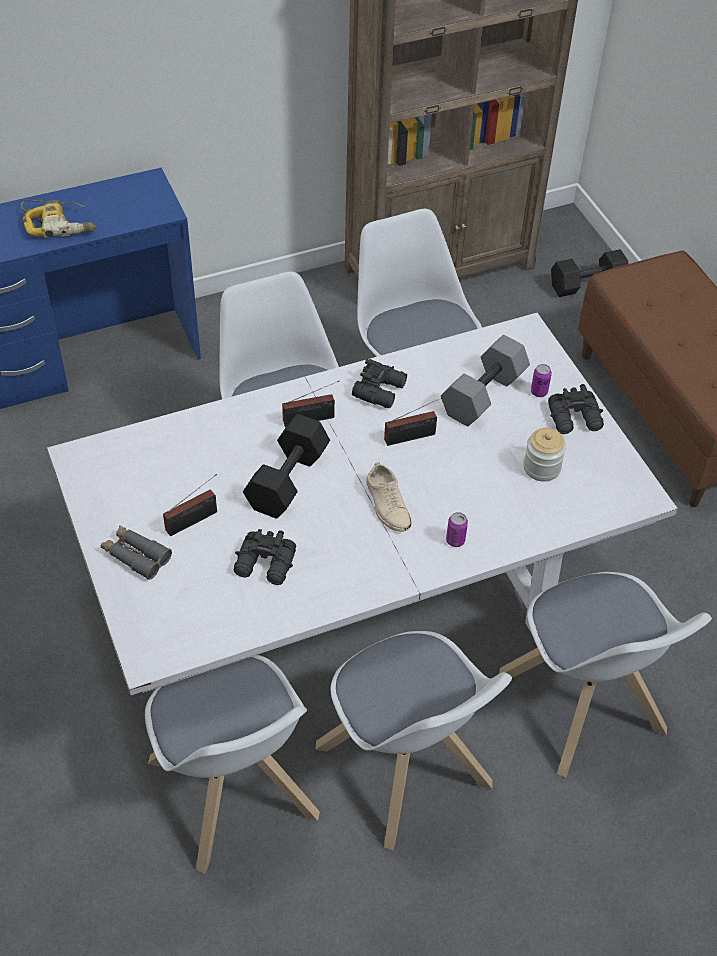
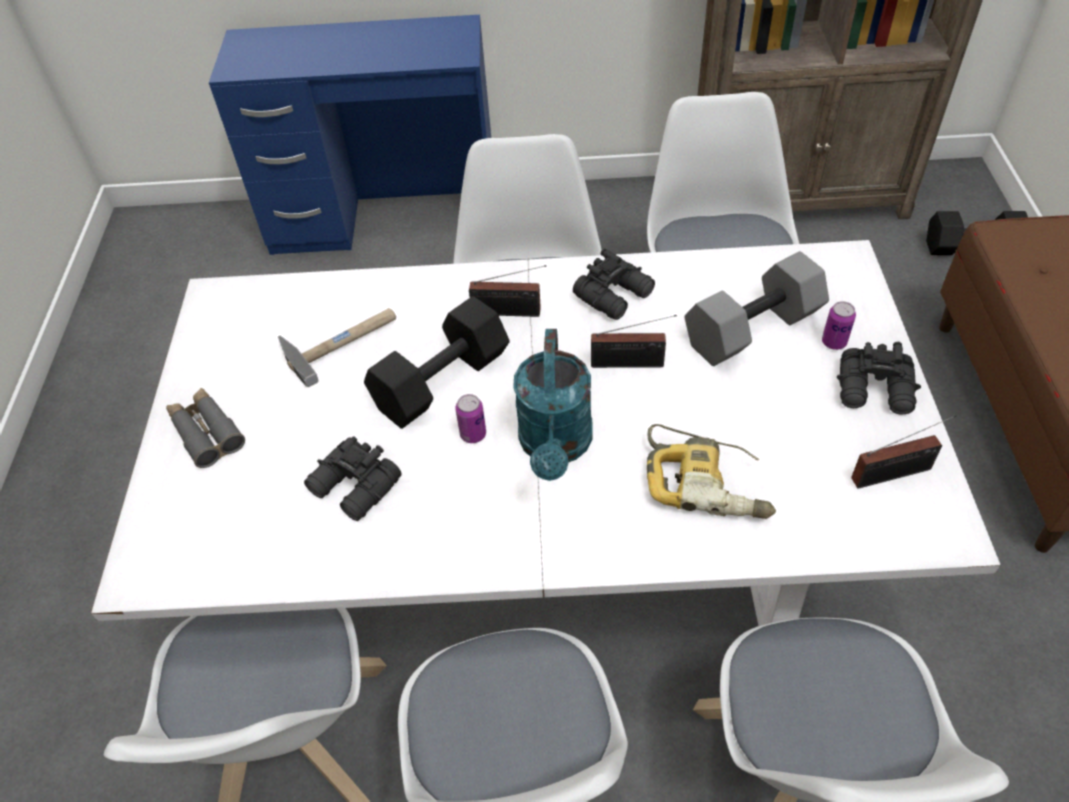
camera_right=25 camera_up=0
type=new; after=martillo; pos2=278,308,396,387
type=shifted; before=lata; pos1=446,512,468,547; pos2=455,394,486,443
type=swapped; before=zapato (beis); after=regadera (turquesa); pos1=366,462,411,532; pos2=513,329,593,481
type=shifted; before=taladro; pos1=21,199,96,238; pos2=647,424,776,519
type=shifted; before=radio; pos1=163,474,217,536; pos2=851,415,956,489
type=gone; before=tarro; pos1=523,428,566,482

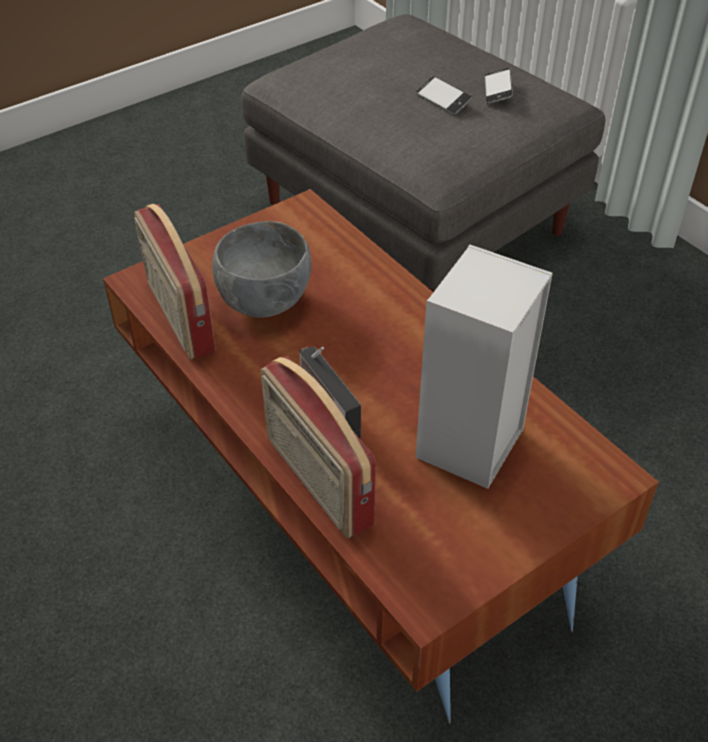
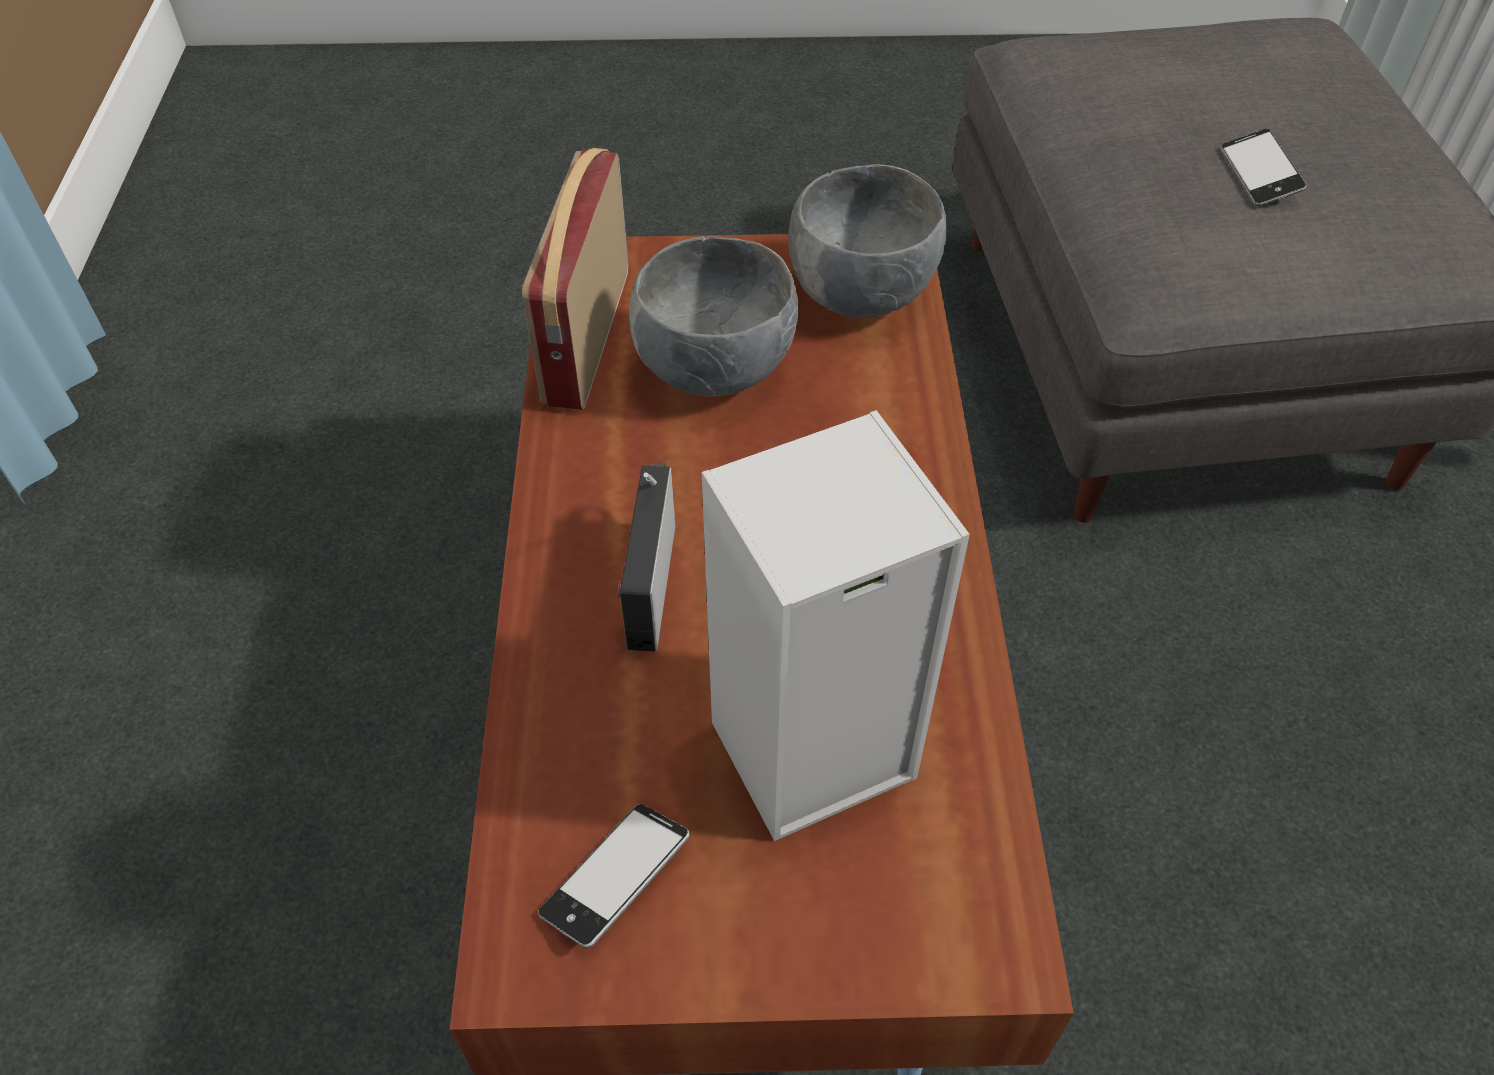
camera_right=35 camera_up=5
type=shifted; before=móvil; pos1=484,68,513,104; pos2=538,804,690,949
type=new; after=cuenco (gris); pos2=788,164,947,318
type=gone; before=radio; pos1=261,356,376,538

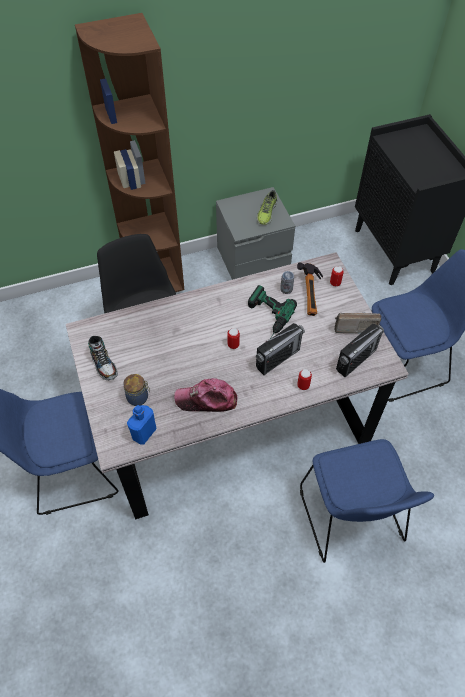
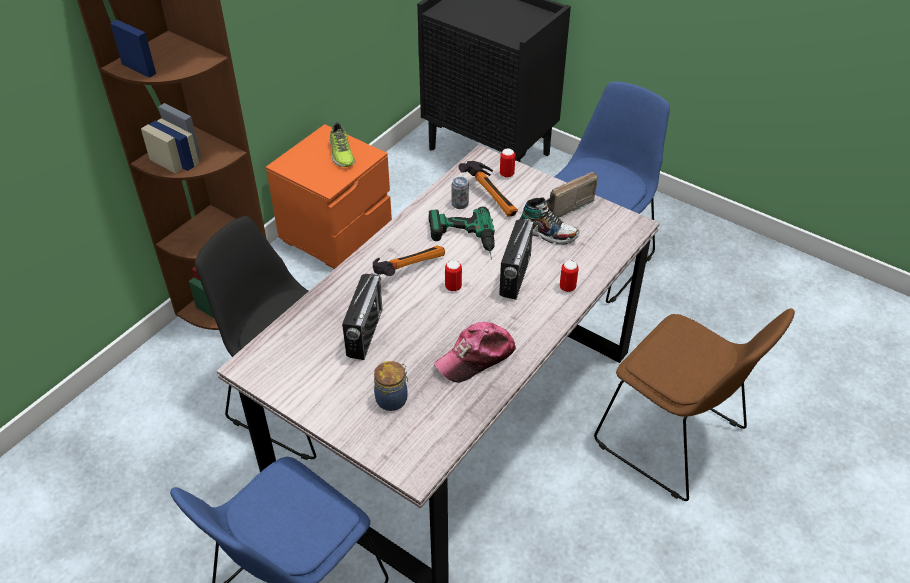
camera_right=-35 camera_up=-10
type=repainted; before=mesita de noche (gris); after=mesita de noche (naranja); pos1=216,187,295,280; pos2=266,124,392,269
type=shifted; before=radio; pos1=336,324,384,377; pos2=342,273,382,360
type=new; after=martillo; pos2=373,246,445,276
type=shifted; before=zapato; pos1=88,336,118,380; pos2=520,197,579,244
type=repainted; before=silla (azul); after=silla (marrón); pos1=300,439,434,563; pos2=594,308,795,501
type=gone; before=botella (azul); pos1=127,405,157,445

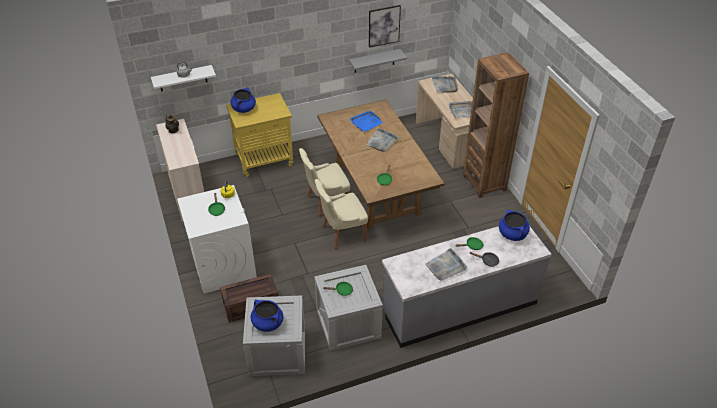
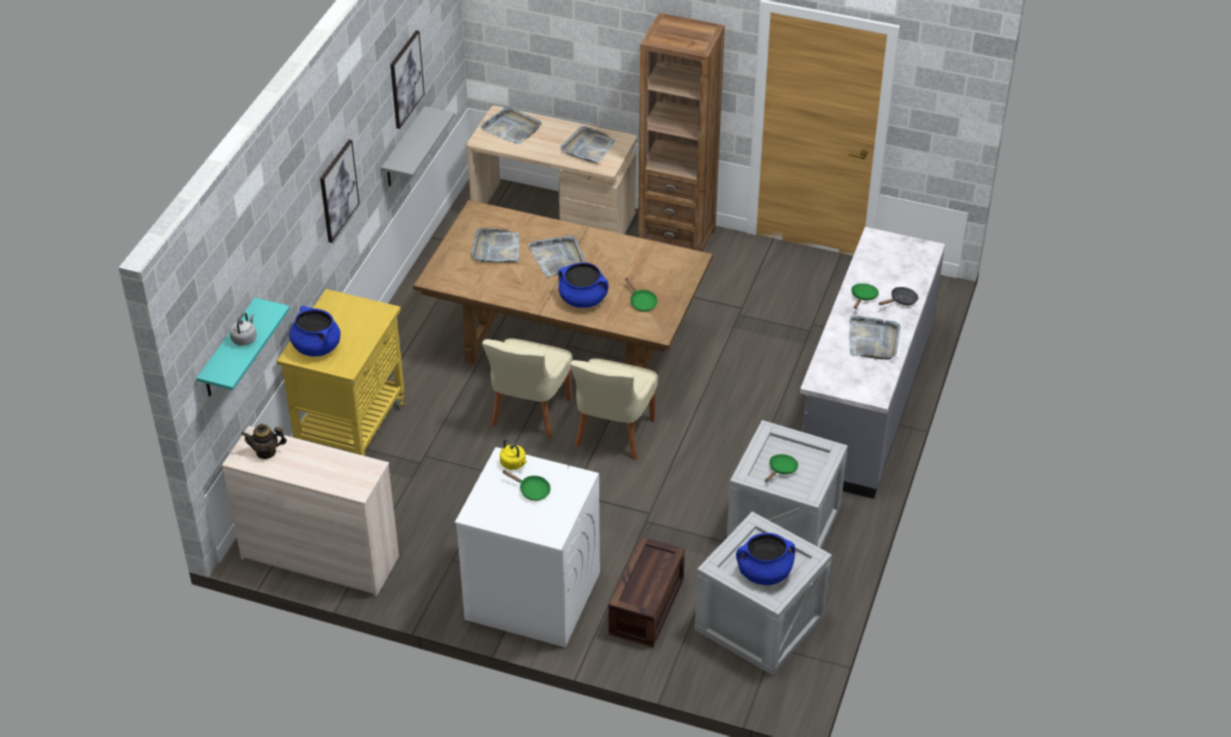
camera_right=-50 camera_up=0
type=repainted; before=estante (blanco); after=estante (turquesa); pos1=151,65,216,92; pos2=196,298,290,397
type=new; after=cuadro; pos2=320,140,360,243
type=repainted; before=bandeja (azul); after=bandeja (gris); pos1=350,111,383,132; pos2=471,228,519,263
type=shifted; before=olla (azul); pos1=499,210,530,241; pos2=558,262,609,308

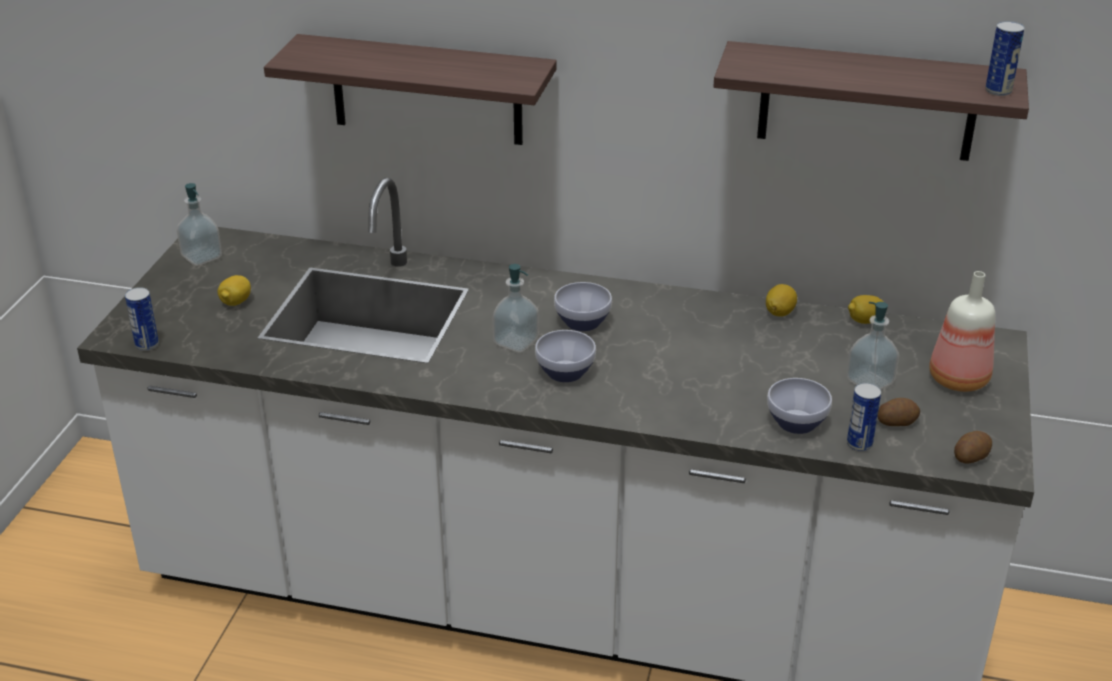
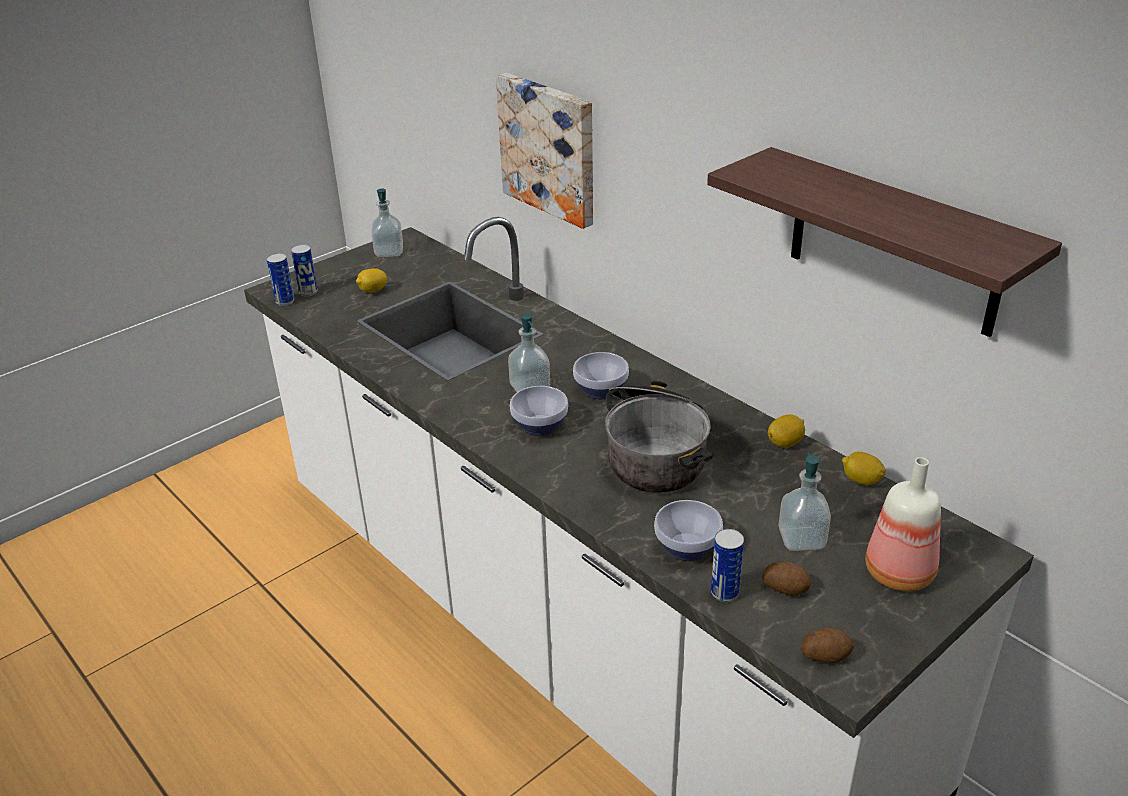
camera_right=35 camera_up=0
type=shifted; before=lata; pos1=985,21,1025,96; pos2=291,244,318,296
type=swapped; before=estante; after=cuadro; pos1=264,34,557,145; pos2=496,73,593,229
type=new; after=olla; pos2=605,380,714,493

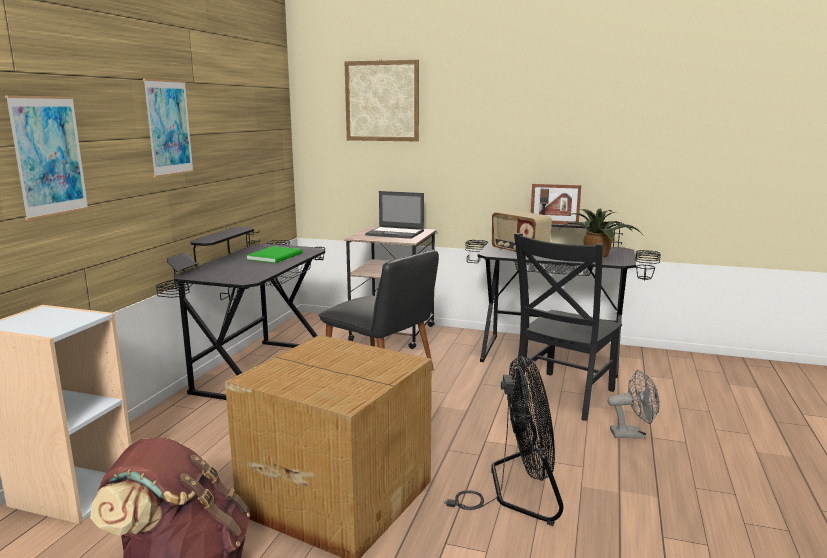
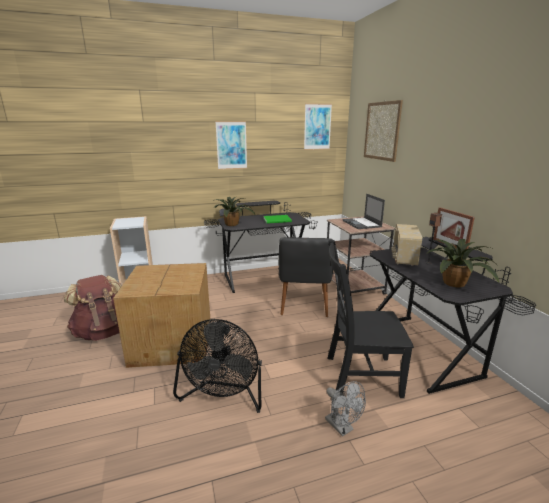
camera_right=55 camera_up=5
type=rotated; before=ventilador (negro); pos1=444,356,563,526; pos2=173,319,262,413; turn=45
type=new; after=planta en maceta; pos2=213,197,256,226
type=shifted; before=cuadro; pos1=5,95,89,220; pos2=304,103,332,150

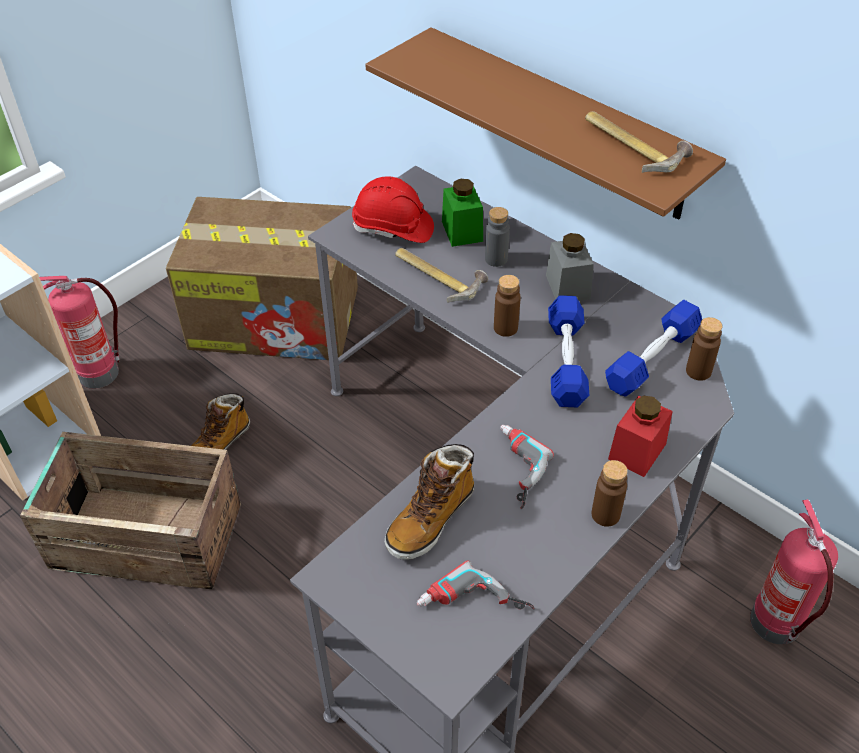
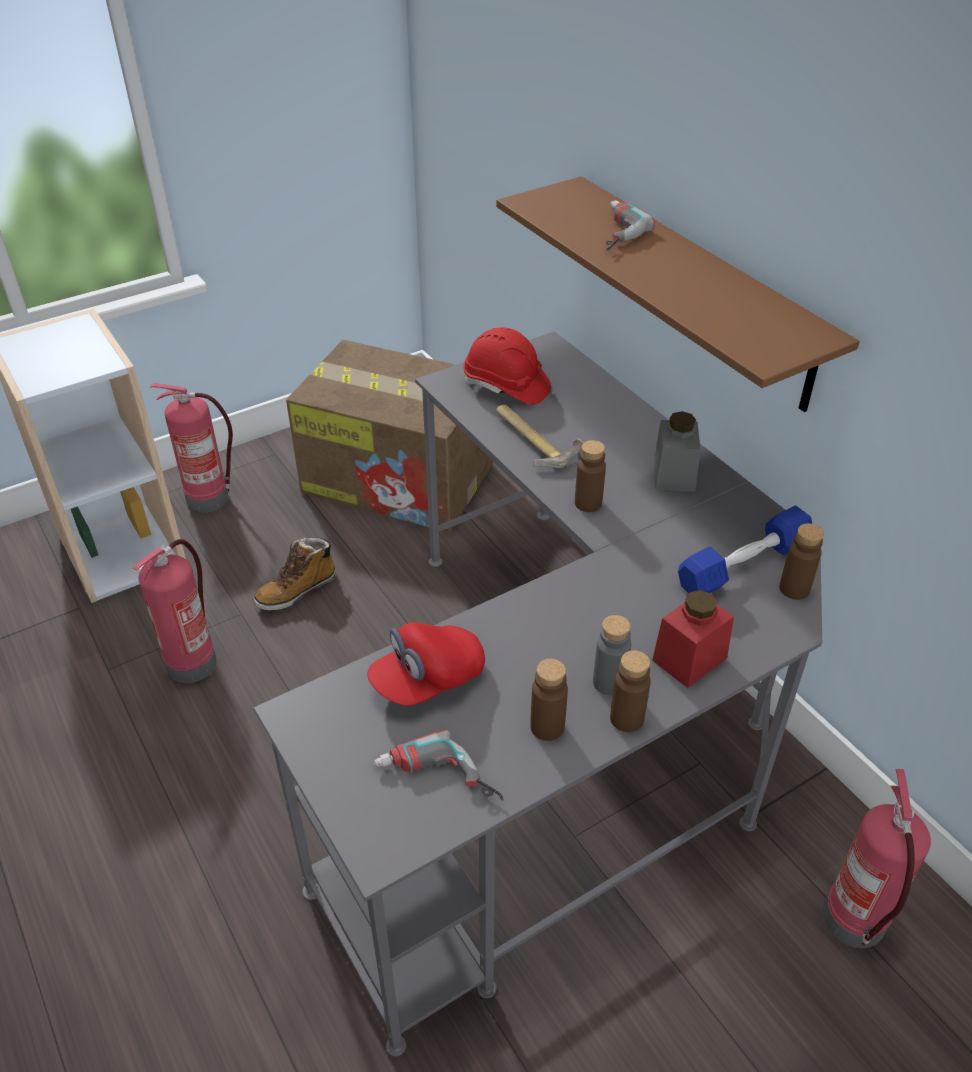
camera_right=15 camera_up=-5
type=swapped; before=caja de embalaje; after=extintor; pos1=20,432,241,590; pos2=132,539,217,683
type=swapped; before=bota; after=gorra (rojo); pos1=385,444,474,560; pos2=367,623,485,706
type=new; after=botella (marrón); pos2=530,659,568,741
type=shifted; before=botella (gris); pos1=485,207,510,267; pos2=593,615,631,695
type=shifted; before=taladro; pos1=500,425,554,509; pos2=606,200,655,251
type=gone; before=tarro (verde); pos1=442,179,483,247
type=gone; before=mancuerna (azul); pos1=548,295,590,407
type=gone; before=martillo; pos1=585,111,693,173

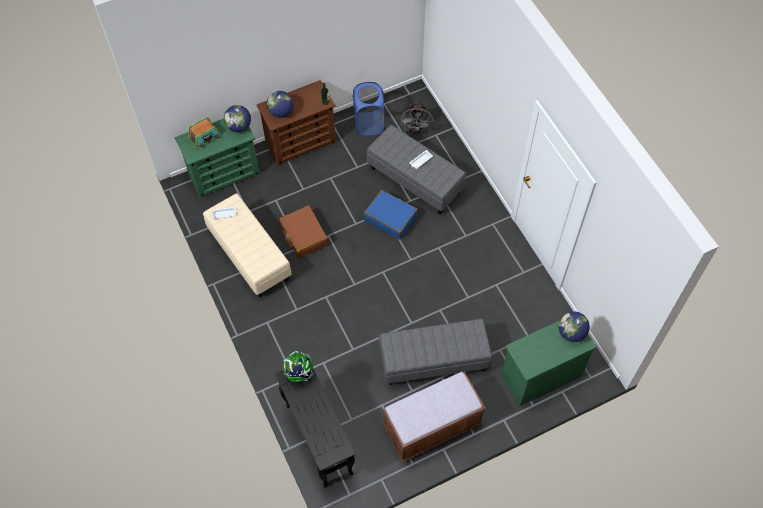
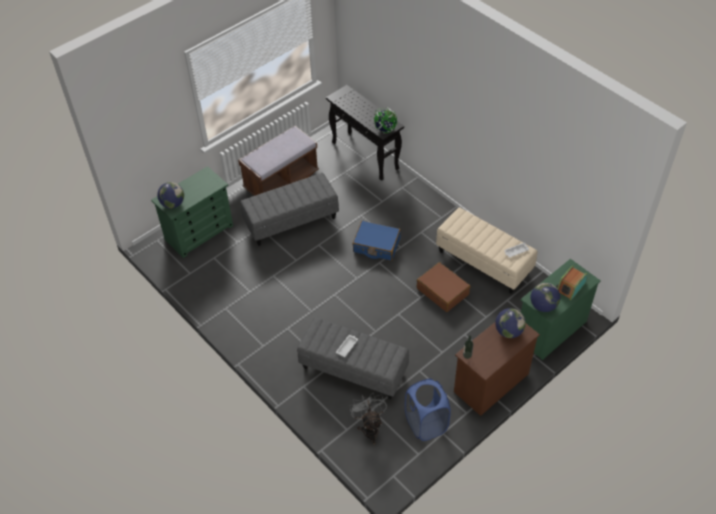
camera_right=165 camera_up=-10
type=shifted; before=maleta (azul); pos1=364,190,418,240; pos2=352,221,401,261

